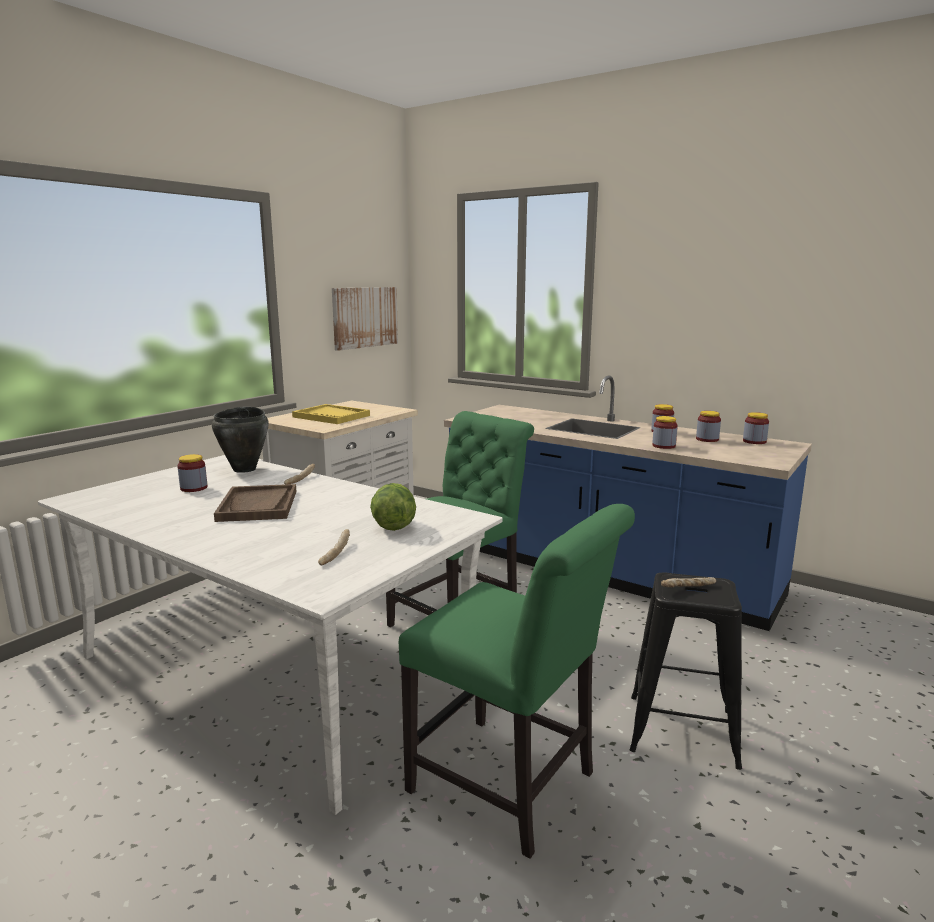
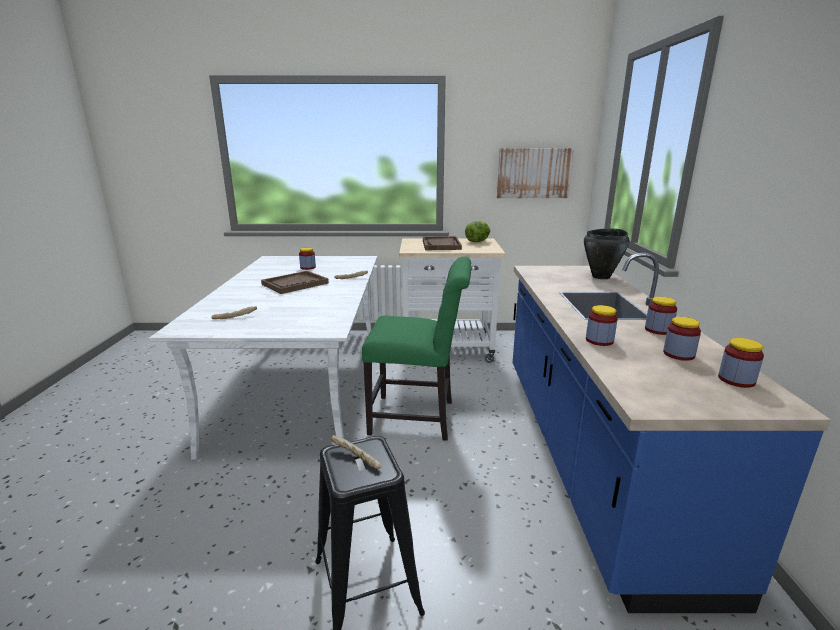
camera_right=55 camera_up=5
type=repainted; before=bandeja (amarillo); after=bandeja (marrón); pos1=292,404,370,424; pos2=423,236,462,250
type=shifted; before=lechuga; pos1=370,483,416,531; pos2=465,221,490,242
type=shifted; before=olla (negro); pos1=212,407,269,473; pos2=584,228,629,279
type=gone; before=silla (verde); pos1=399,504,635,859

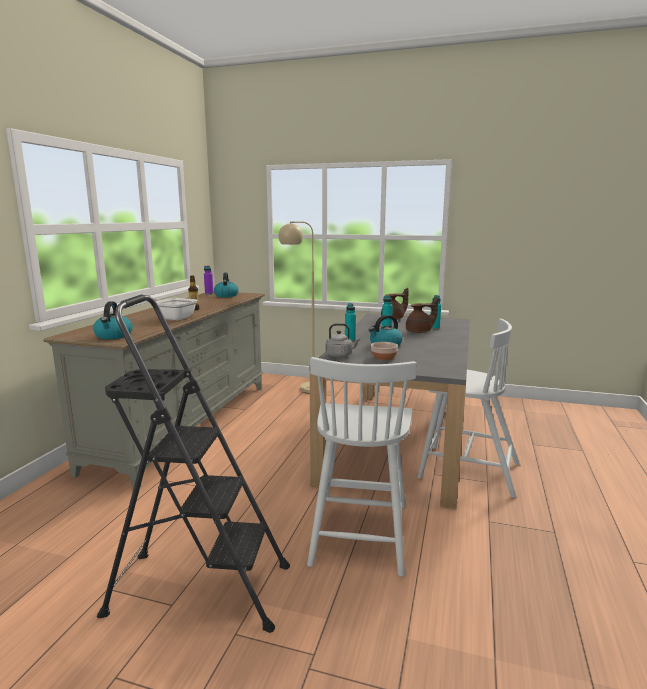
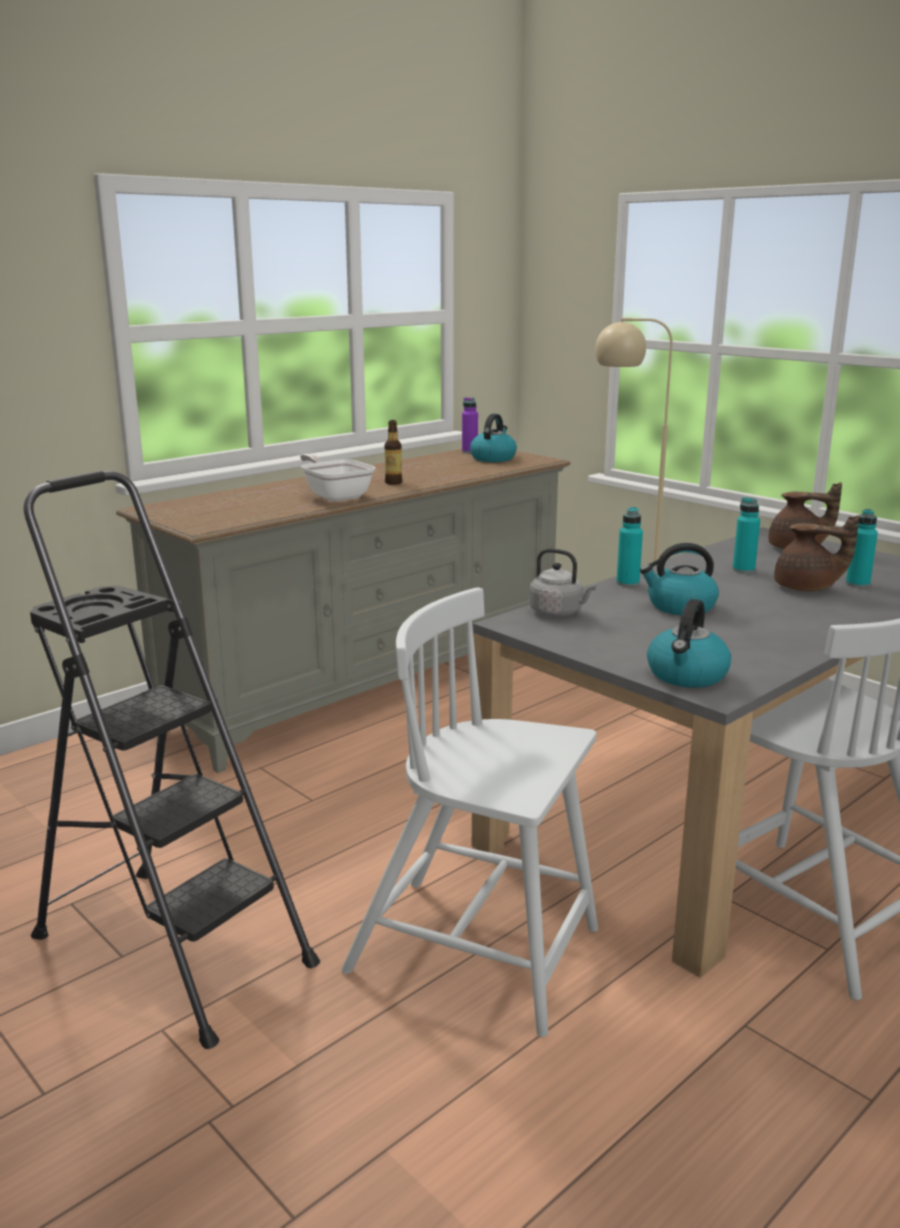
camera_right=30 camera_up=5
type=rotated; before=silla (blanco); pos1=307,357,417,577; pos2=341,588,598,1037; turn=75
type=shifted; before=hervidor; pos1=93,301,133,339; pos2=647,599,731,688
type=gone; before=cuenco; pos1=371,342,398,360

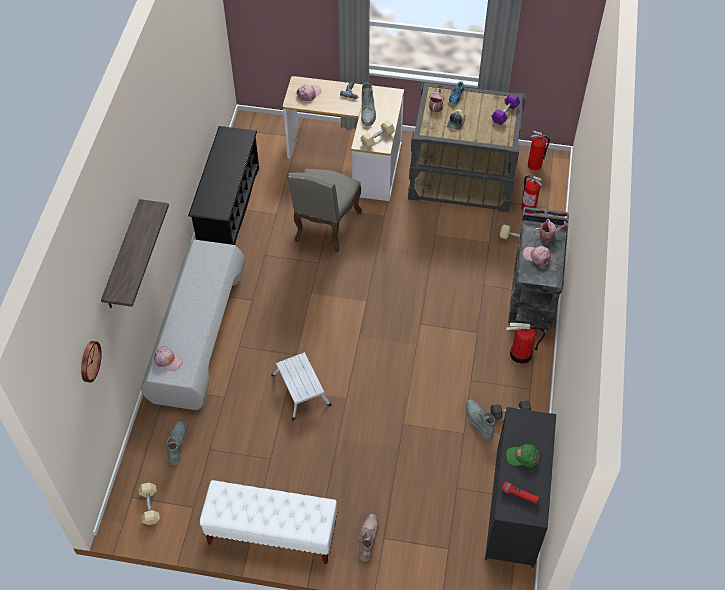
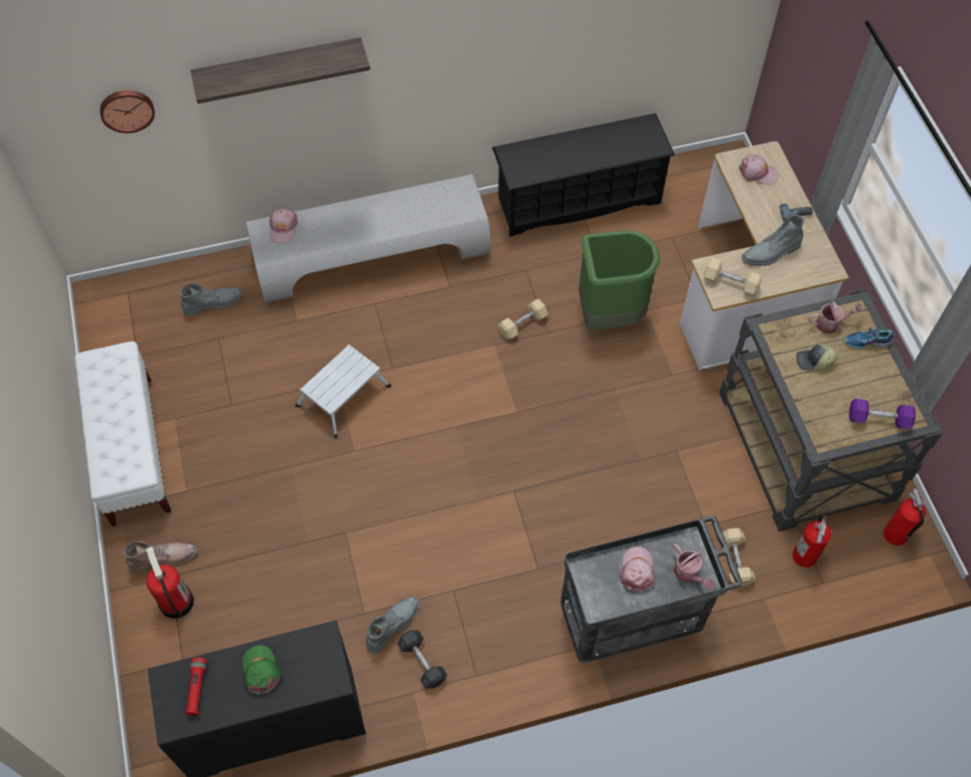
camera_right=65 camera_up=5
type=shifted; before=extintor; pos1=506,323,545,364; pos2=146,547,194,619
type=shifted; before=mancuerna (beis); pos1=138,483,160,525; pos2=498,299,548,340
type=swapped; before=silla (gris); after=papelera (verde); pos1=288,169,362,252; pos2=579,230,660,330

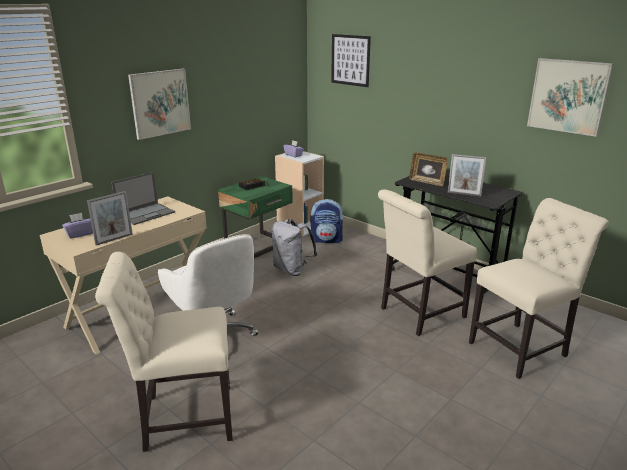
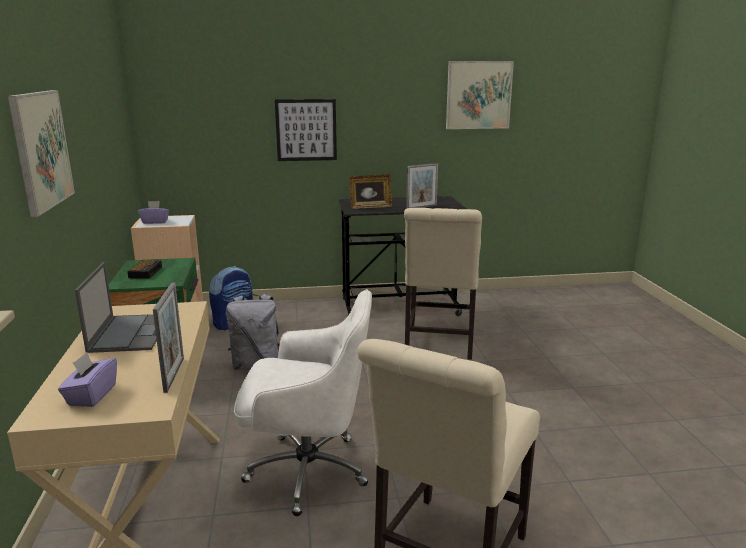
camera_right=-50 camera_up=-5
type=shifted; before=cuadro; pos1=331,34,371,87; pos2=275,99,337,161
type=gone; before=silla (beis); pos1=469,198,609,379

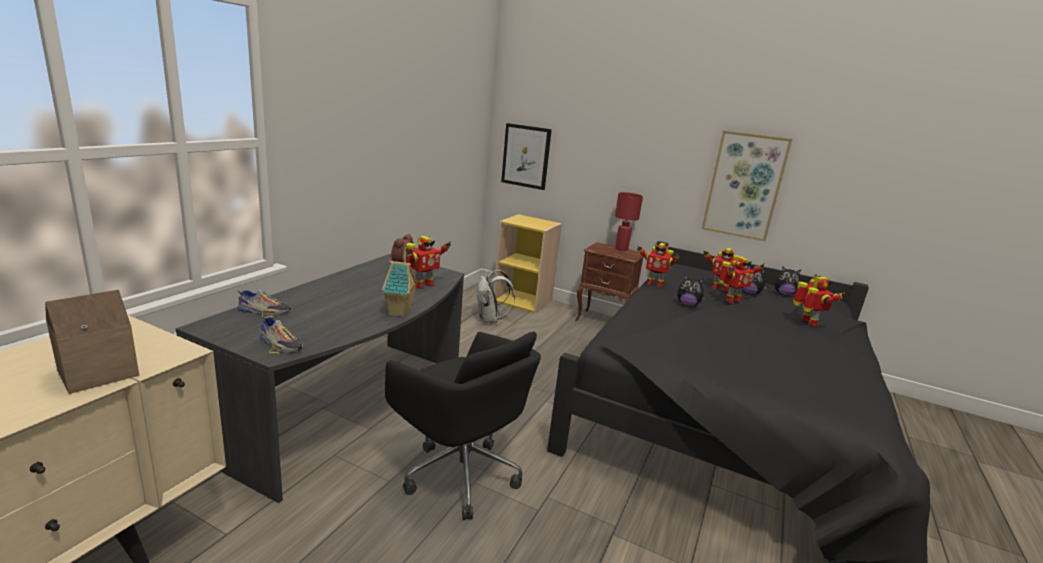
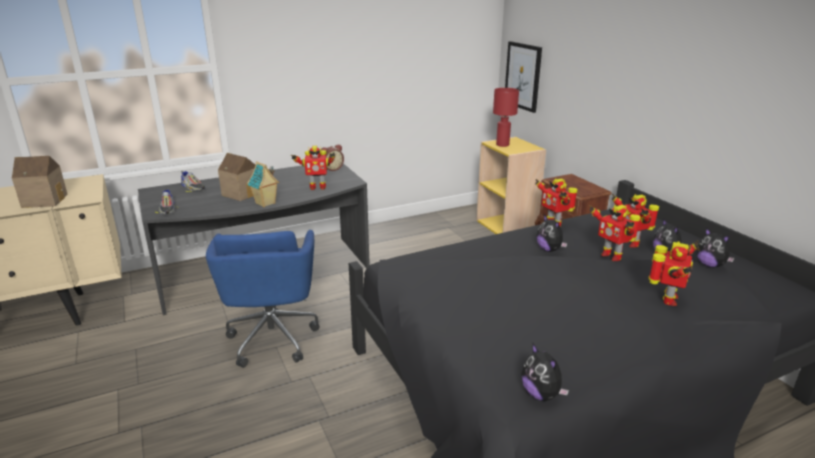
camera_right=40 camera_up=5
type=repainted; before=silla de oficina (negro); after=silla de oficina (azul); pos1=385,332,541,520; pos2=206,230,320,368
type=new; after=casita; pos2=218,153,255,201
type=shifted; before=lámpara de mesa (rojo); pos1=615,192,643,251; pos2=493,88,519,147
type=new; after=peluche; pos2=521,344,569,401
type=rotated; before=robot de juguete; pos1=718,256,765,303; pos2=589,205,641,261; turn=45
type=gone; before=mochila (blanco); pos1=476,270,515,323
type=gone; before=cuadro; pos1=702,130,792,241

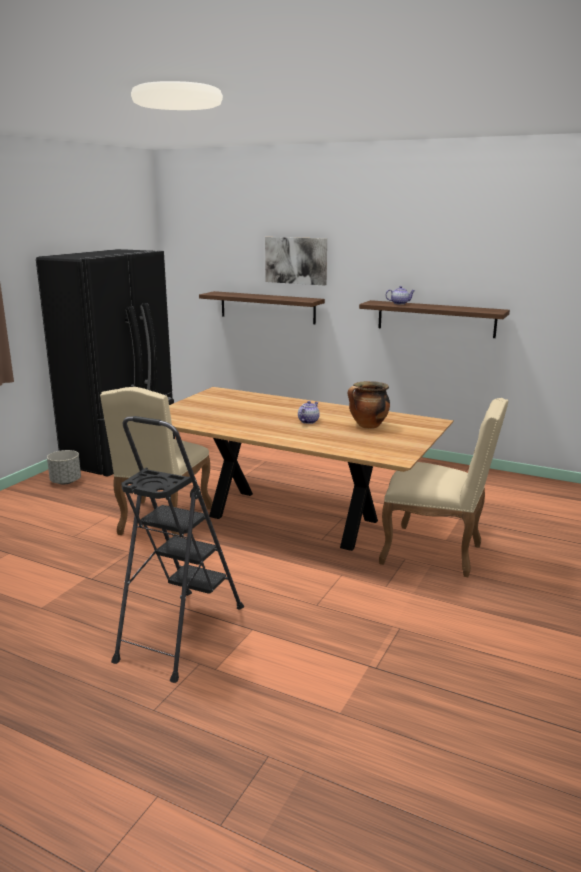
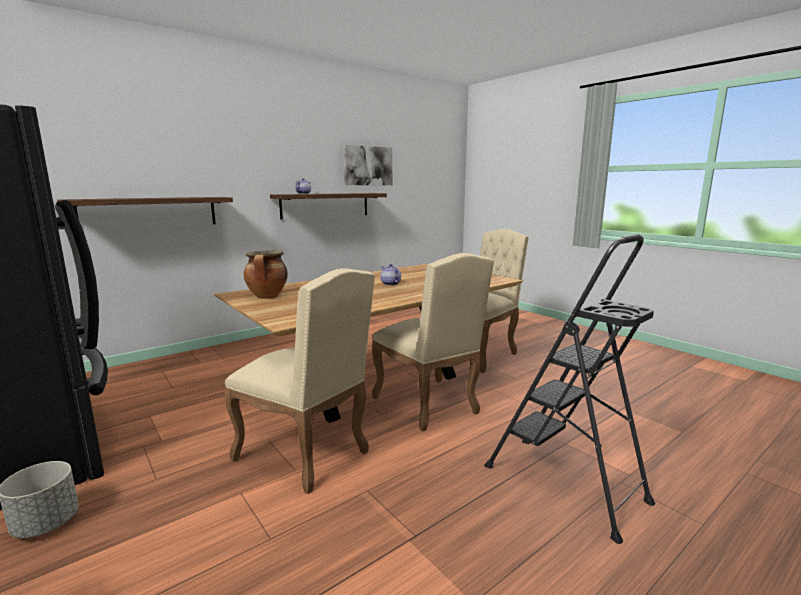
camera_right=-65 camera_up=-5
type=shifted; before=olla; pos1=348,381,390,429; pos2=244,251,288,299
type=shifted; before=cuadro; pos1=265,237,327,285; pos2=344,145,392,185
type=new; after=silla (beis); pos2=372,253,494,431

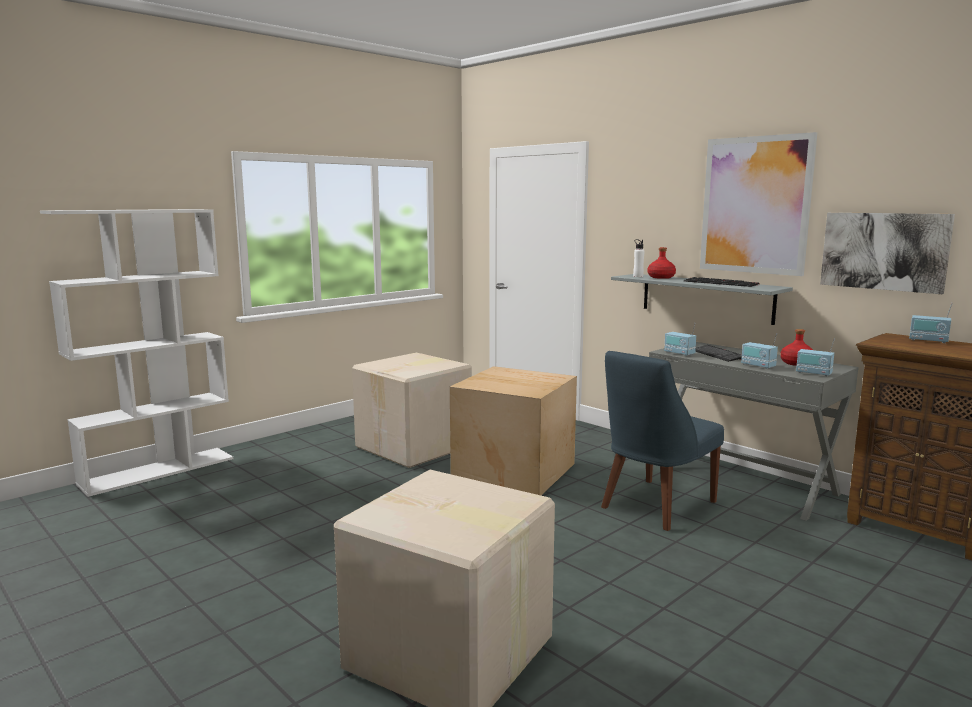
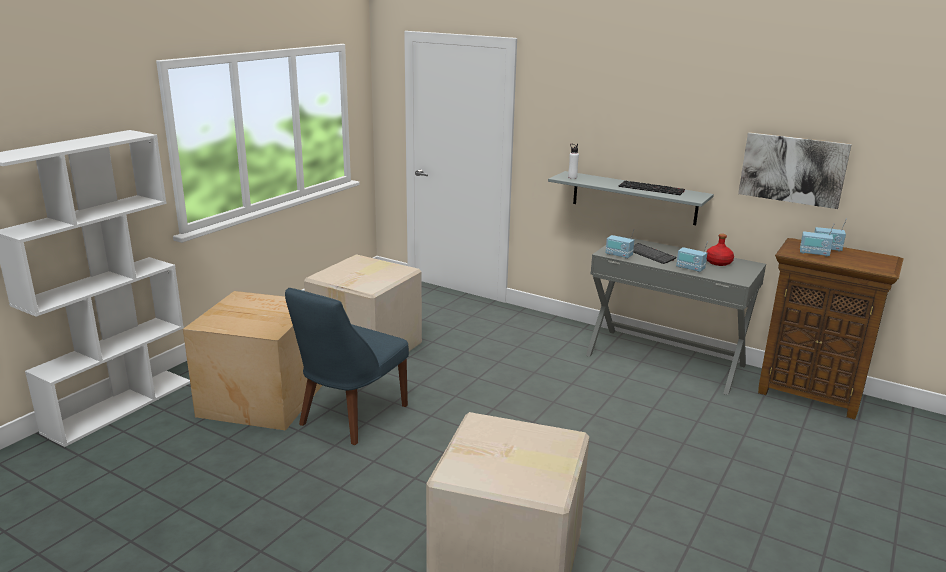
camera_right=-15 camera_up=10
type=shifted; before=caja de cartón; pos1=450,366,577,495; pos2=183,291,322,431
type=shifted; before=silla (azul); pos1=601,351,724,531; pos2=285,288,409,445
type=shifted; before=radio; pos1=796,339,835,376; pos2=800,223,835,257
type=gone; before=botella (rojo); pos1=648,247,676,279
type=gone; before=cuadro; pos1=700,132,817,276

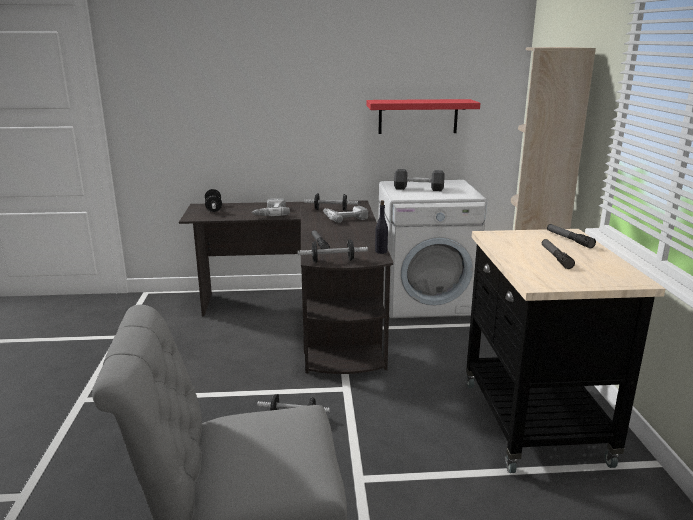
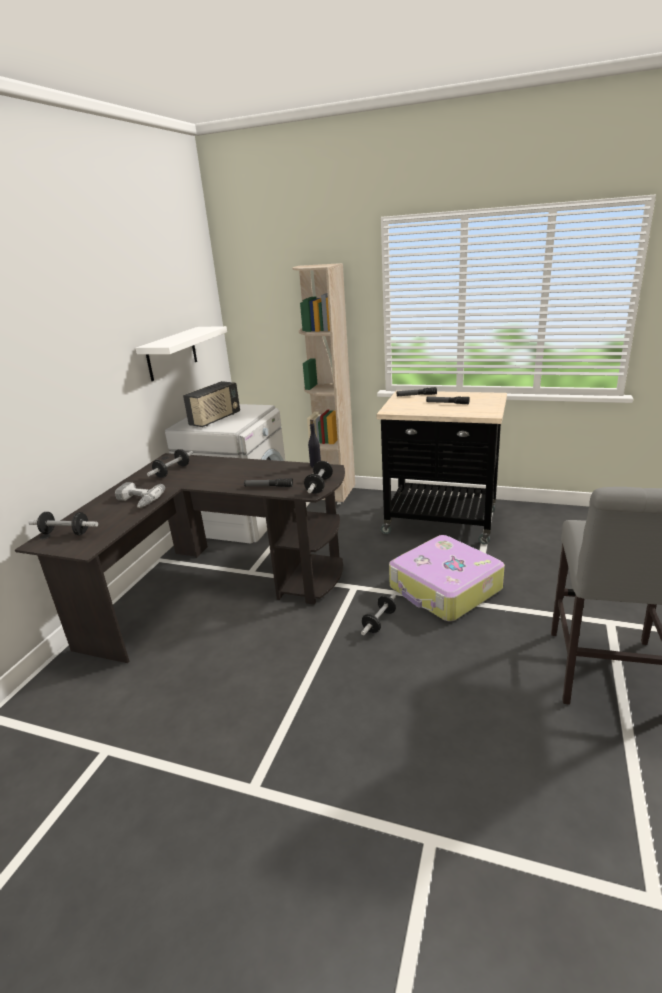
camera_right=-65 camera_up=5
type=repainted; before=estante (rojo); after=estante (blanco); pos1=367,99,480,134; pos2=135,326,227,381
type=swapped; before=mancuerna (negro); after=radio; pos1=394,169,445,191; pos2=183,381,240,427
type=new; after=maleta; pos2=389,535,505,622
type=gone; before=taladro; pos1=323,206,368,223

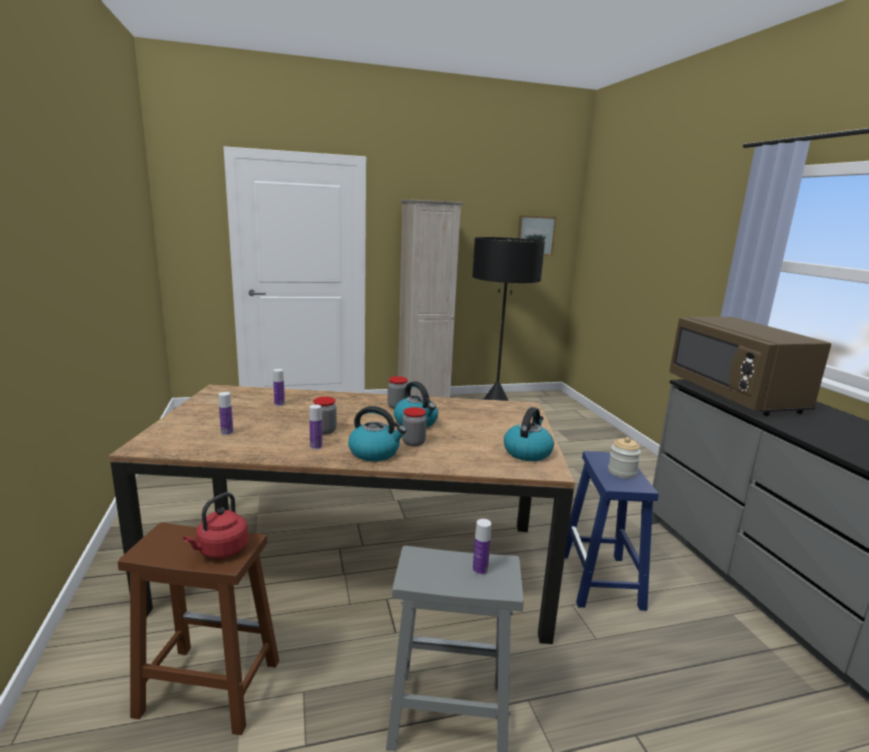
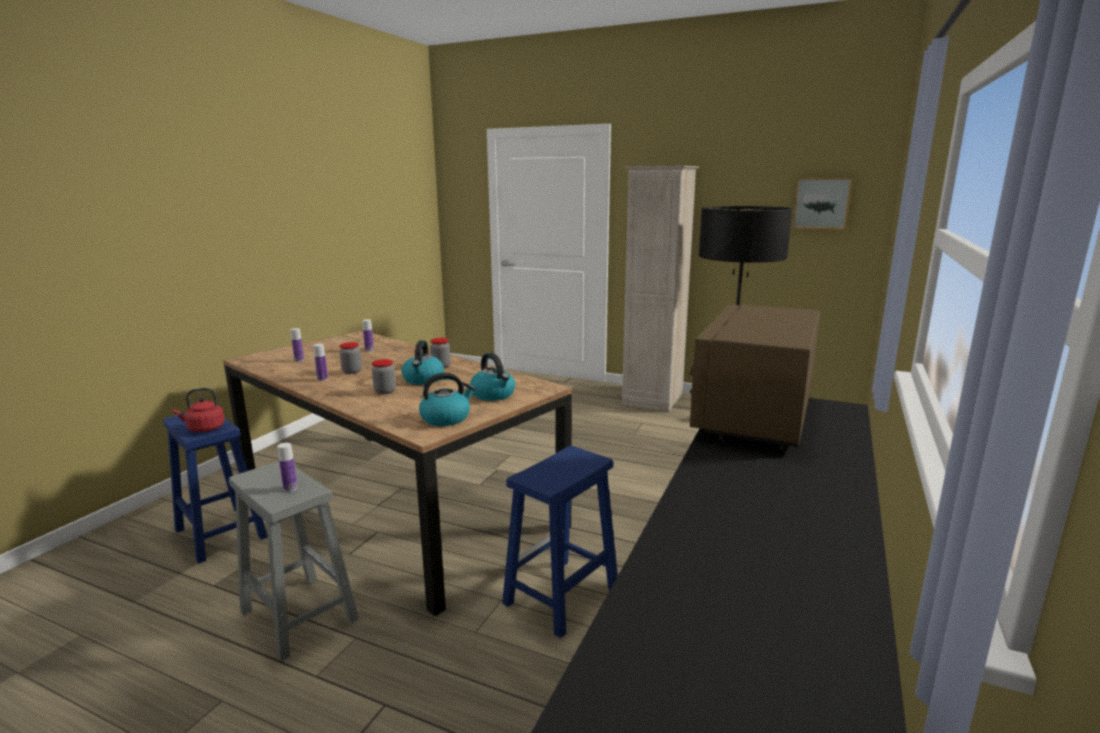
camera_right=40 camera_up=0
type=repainted; before=taburete (marrón); after=taburete (azul); pos1=118,523,279,735; pos2=163,414,268,564
type=shifted; before=hervidor; pos1=348,406,406,461; pos2=470,353,515,401
type=gone; before=tarro; pos1=608,437,641,478

